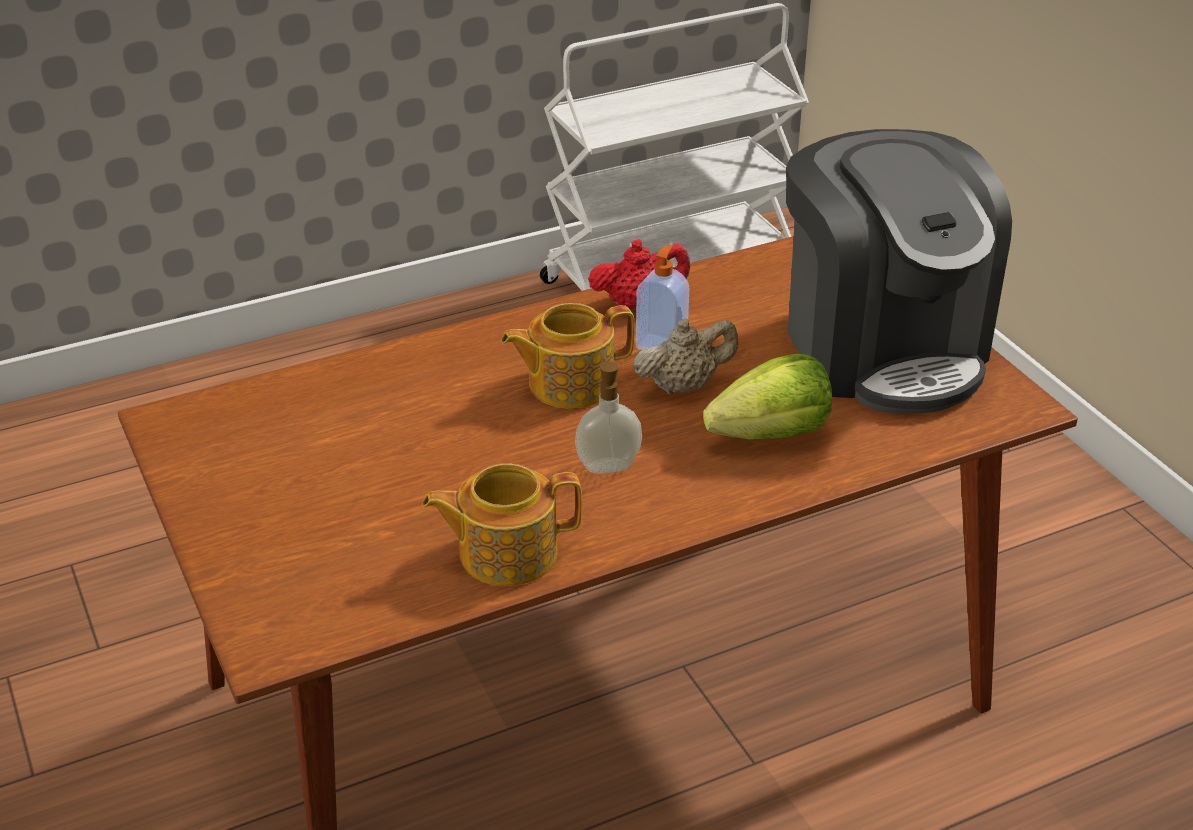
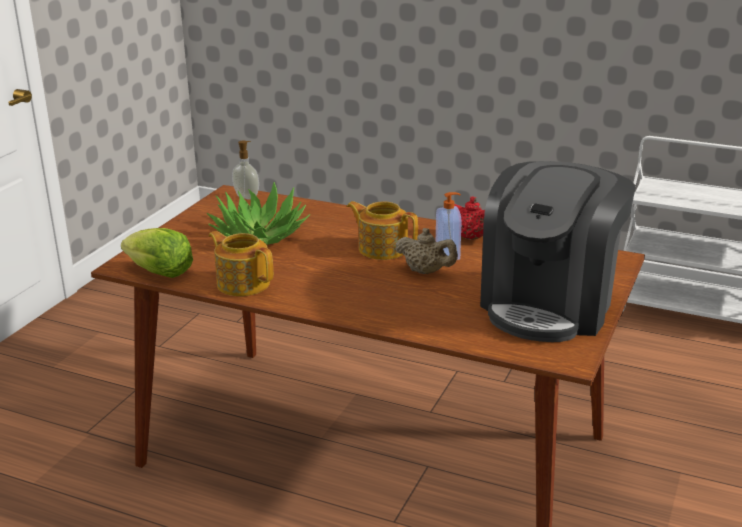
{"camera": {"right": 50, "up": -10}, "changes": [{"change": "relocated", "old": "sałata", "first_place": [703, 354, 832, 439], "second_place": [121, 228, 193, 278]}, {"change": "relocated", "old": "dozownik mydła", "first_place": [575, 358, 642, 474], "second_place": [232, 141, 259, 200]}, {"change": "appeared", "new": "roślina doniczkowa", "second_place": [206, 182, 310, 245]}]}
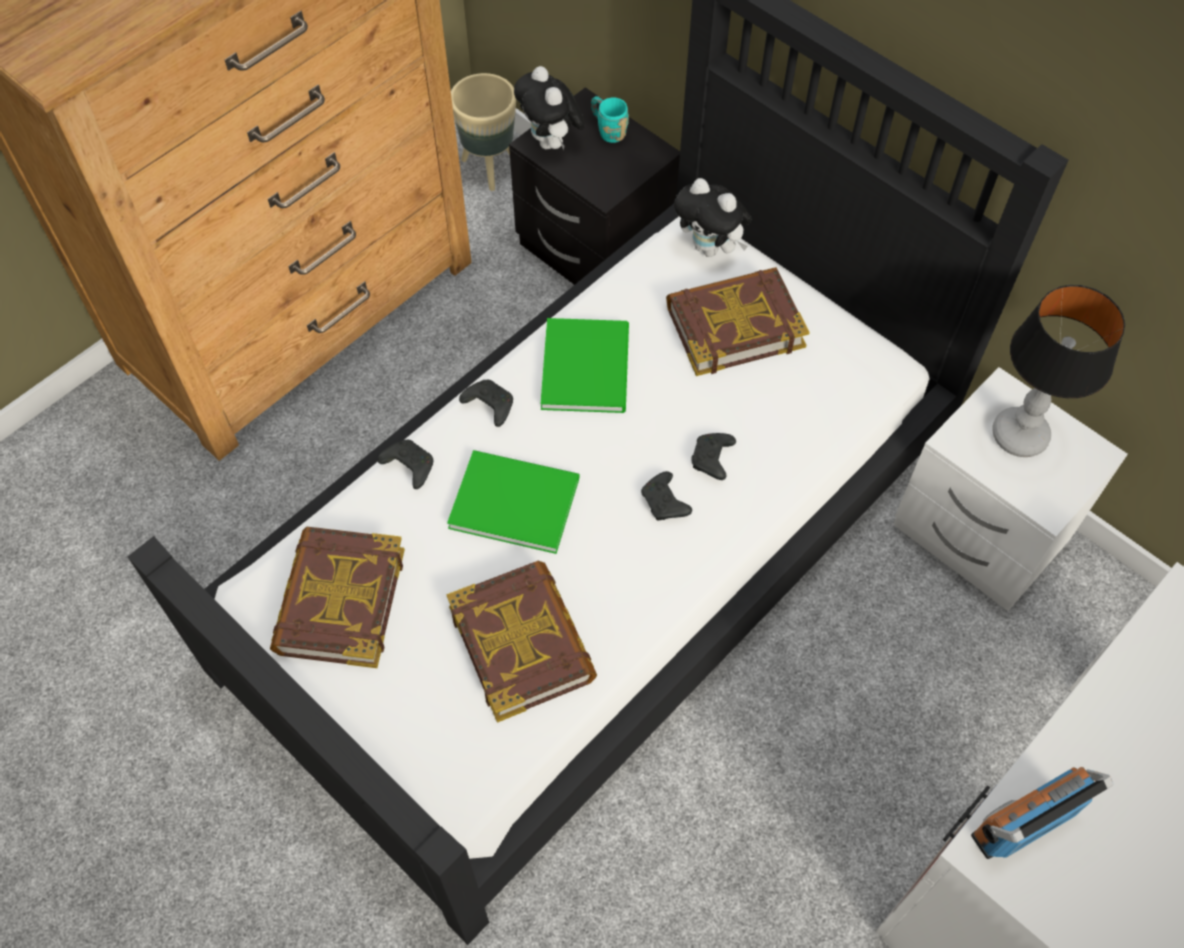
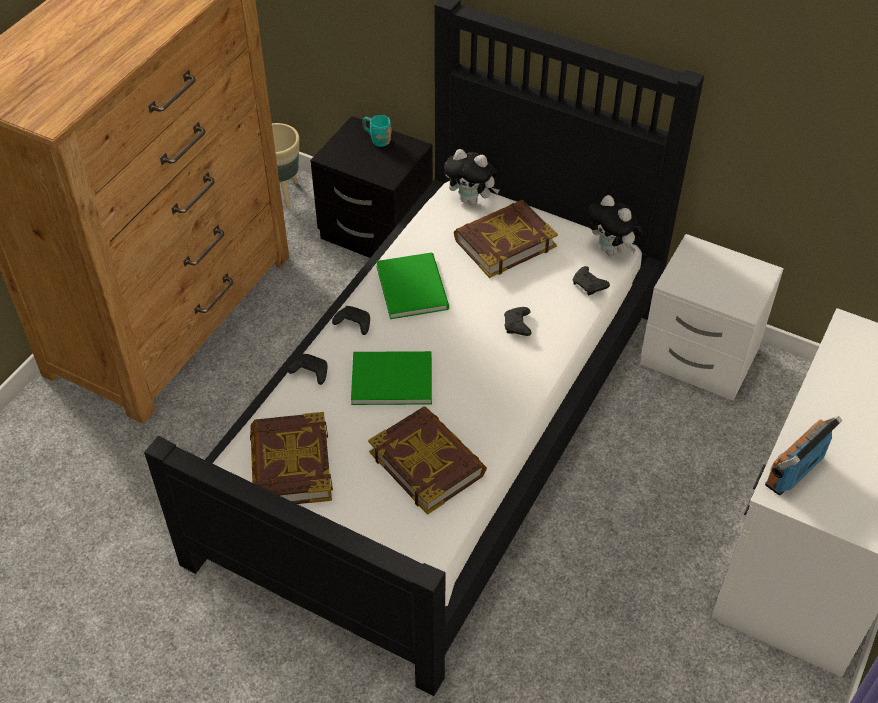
{"camera": {"right": -15, "up": -10}, "changes": [{"change": "relocated", "old": "pluszak", "first_place": [514, 66, 585, 150], "second_place": [588, 195, 644, 256]}, {"change": "missing", "old": "lampa stołowa", "first_place": [992, 285, 1125, 457]}, {"change": "relocated", "old": "pad do gier [czarny]", "first_place": [641, 471, 692, 520], "second_place": [573, 266, 610, 295]}]}
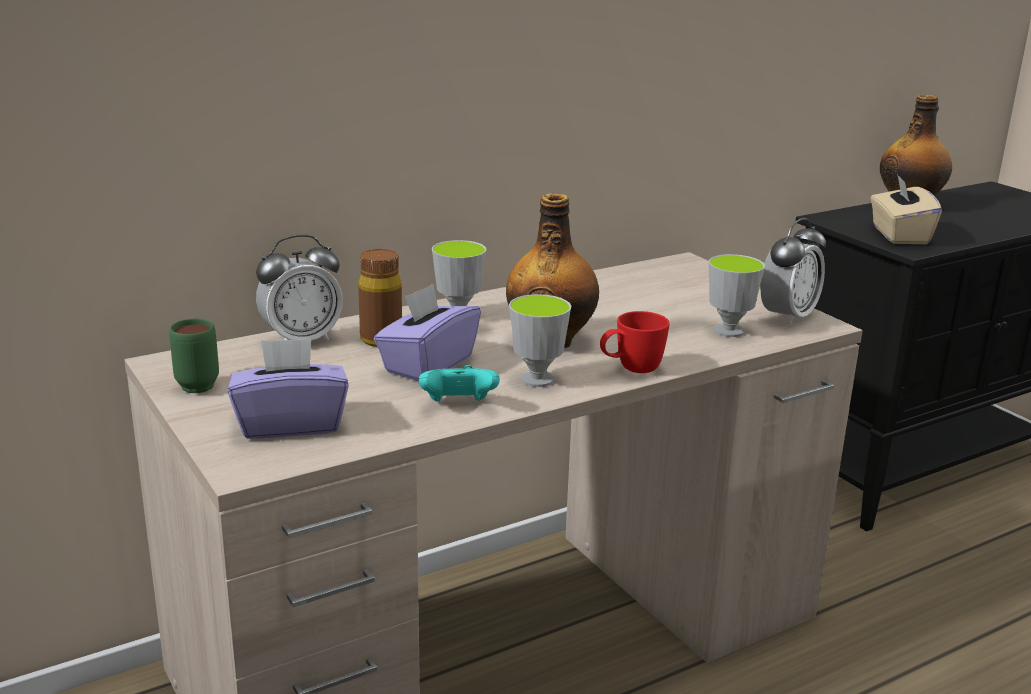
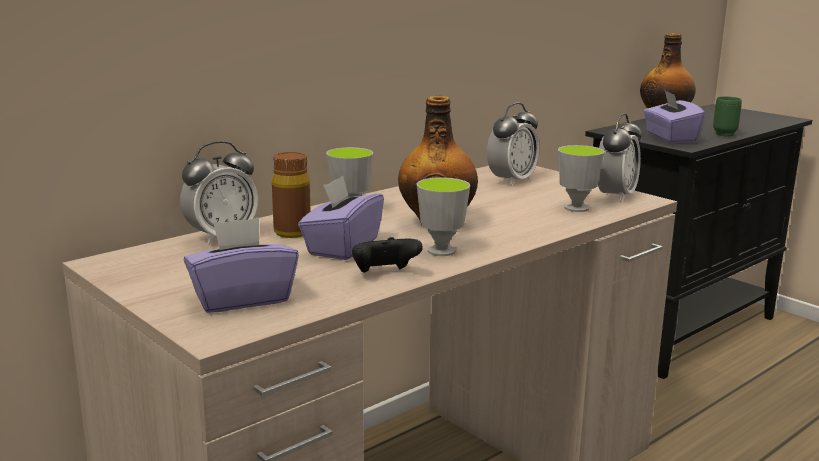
{"camera": {"right": -10, "up": -5}, "changes": [{"change": "colour", "old": "pudełko chusteczek [beżowy]", "new": "pudełko chusteczek [fioletowy]", "first_place": [871, 174, 942, 244], "second_place": [644, 91, 705, 143]}, {"change": "missing", "old": "kubek [czerwony]", "first_place": [600, 311, 670, 373]}, {"change": "relocated", "old": "kubek [zielony]", "first_place": [169, 319, 219, 393], "second_place": [713, 96, 742, 136]}, {"change": "colour", "old": "pad do gier [turkusowy]", "new": "pad do gier [czarny]", "first_place": [419, 365, 500, 401], "second_place": [352, 237, 423, 273]}, {"change": "appeared", "new": "budzik", "second_place": [487, 103, 539, 186]}]}
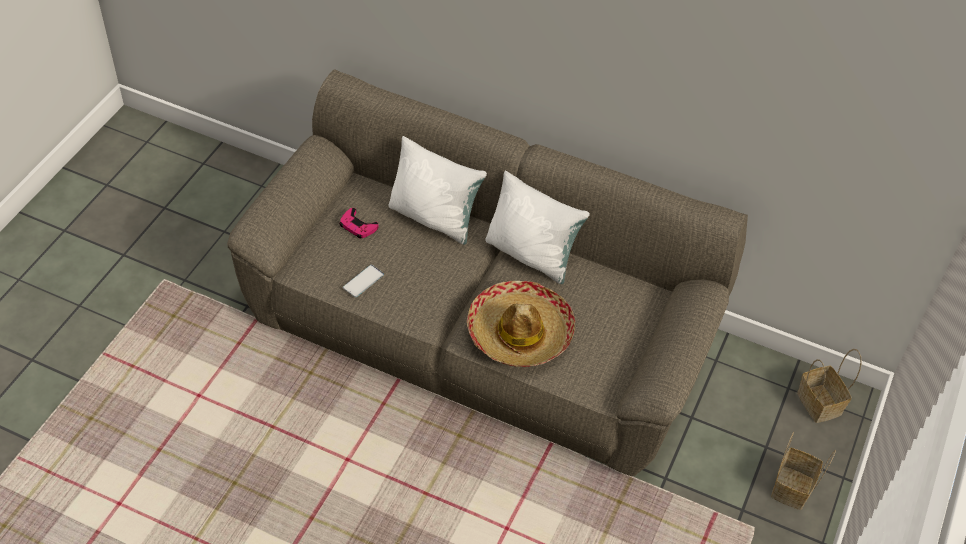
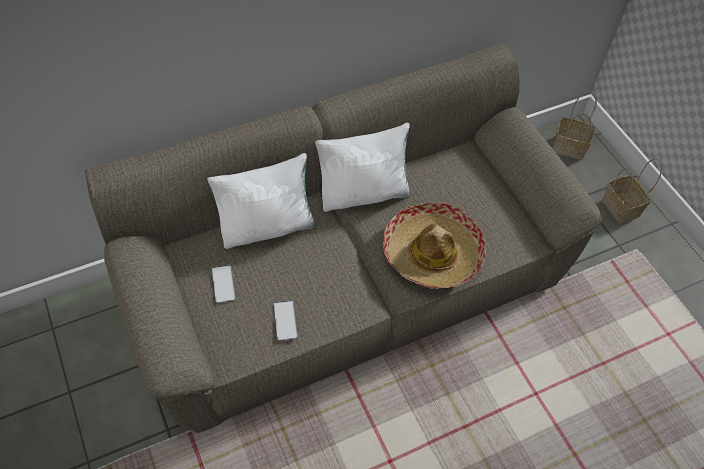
{"camera": {"right": -50, "up": 5}, "changes": [{"change": "exchanged", "old": "pad do gier [różowy]", "new": "telefon", "first_place": [339, 208, 379, 239], "second_place": [212, 265, 235, 303]}]}
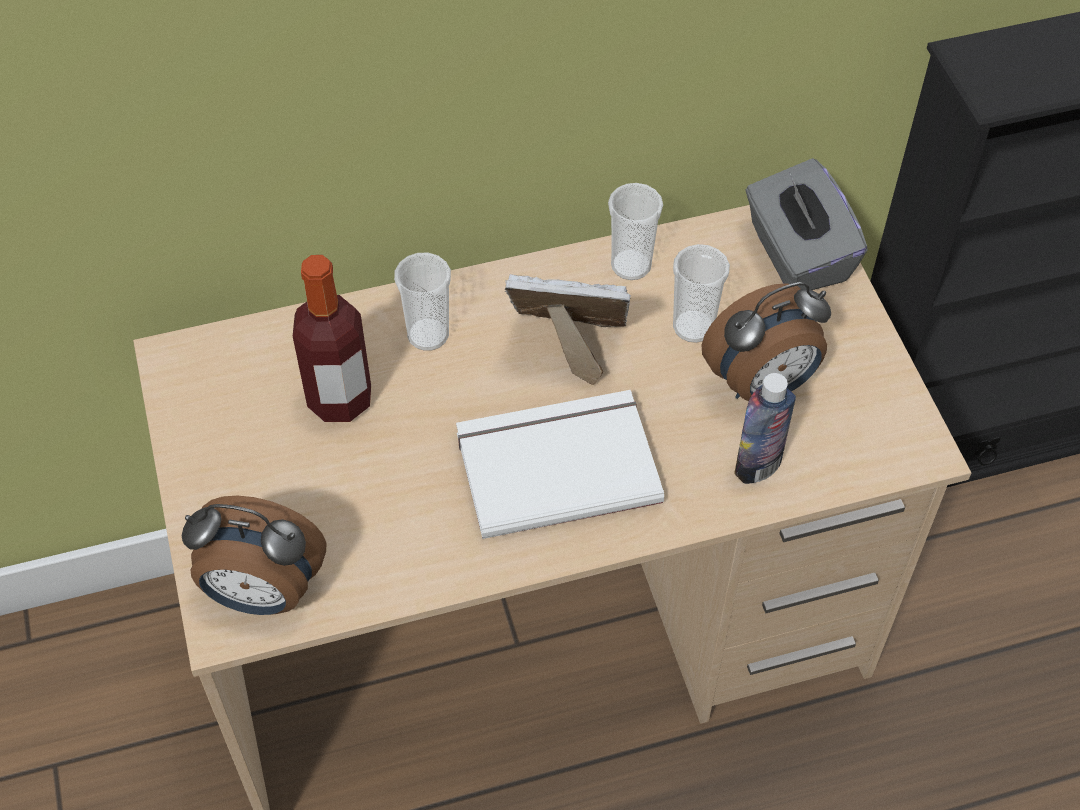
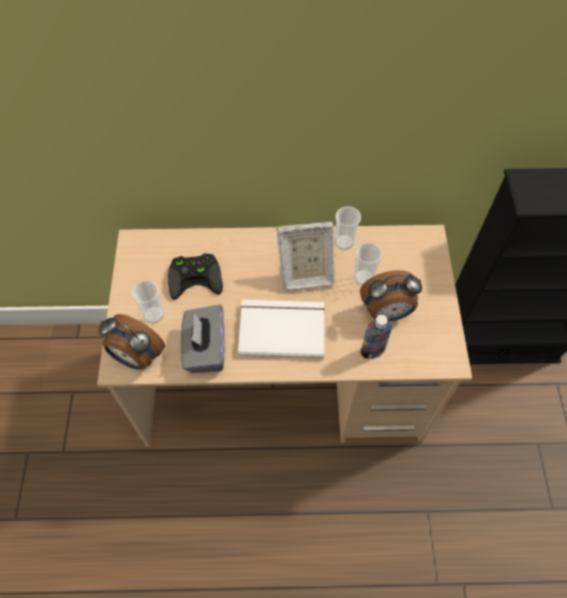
{"camera": {"right": 15, "up": 5}, "changes": [{"change": "relocated", "old": "pudełko chusteczek [szary]", "first_place": [745, 158, 868, 290], "second_place": [181, 304, 224, 373]}, {"change": "relocated", "old": "filiżanka", "first_place": [394, 253, 451, 351], "second_place": [131, 280, 164, 323]}, {"change": "exchanged", "old": "butelka", "new": "pad do gier [czarny]", "first_place": [293, 255, 371, 422], "second_place": [168, 253, 223, 300]}, {"change": "spun", "old": "ramka na zdjęcie", "first_place": [505, 274, 631, 385], "second_place": [276, 222, 335, 290], "degrees": 150}]}
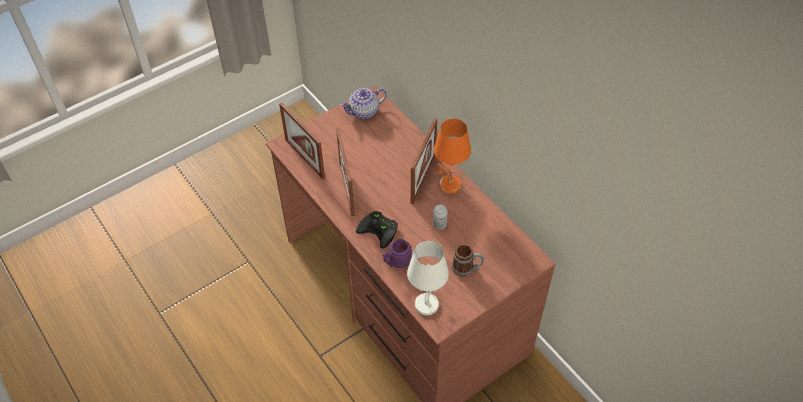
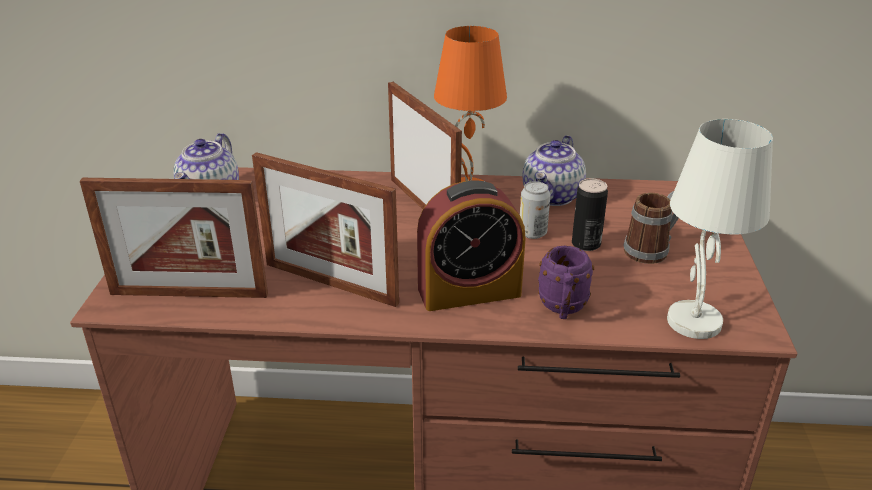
{"camera": {"right": -50, "up": -20}, "changes": [{"change": "exchanged", "old": "pad do gier [czarny]", "new": "budzik", "first_place": [356, 211, 398, 248], "second_place": [417, 180, 526, 311]}, {"change": "appeared", "new": "imbryk", "second_place": [522, 135, 586, 206]}, {"change": "appeared", "new": "puszka", "second_place": [572, 178, 608, 251]}]}
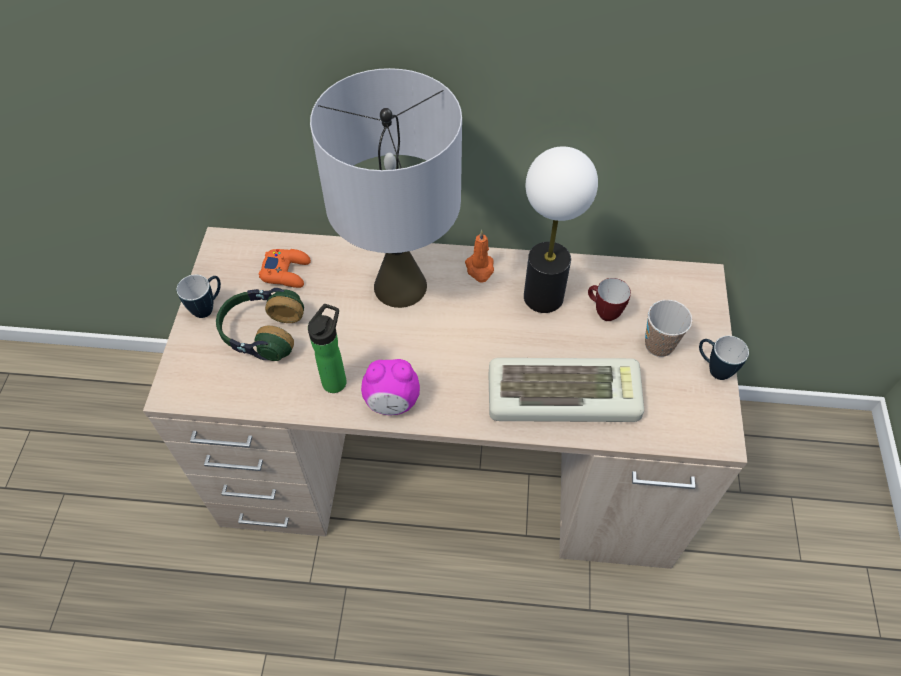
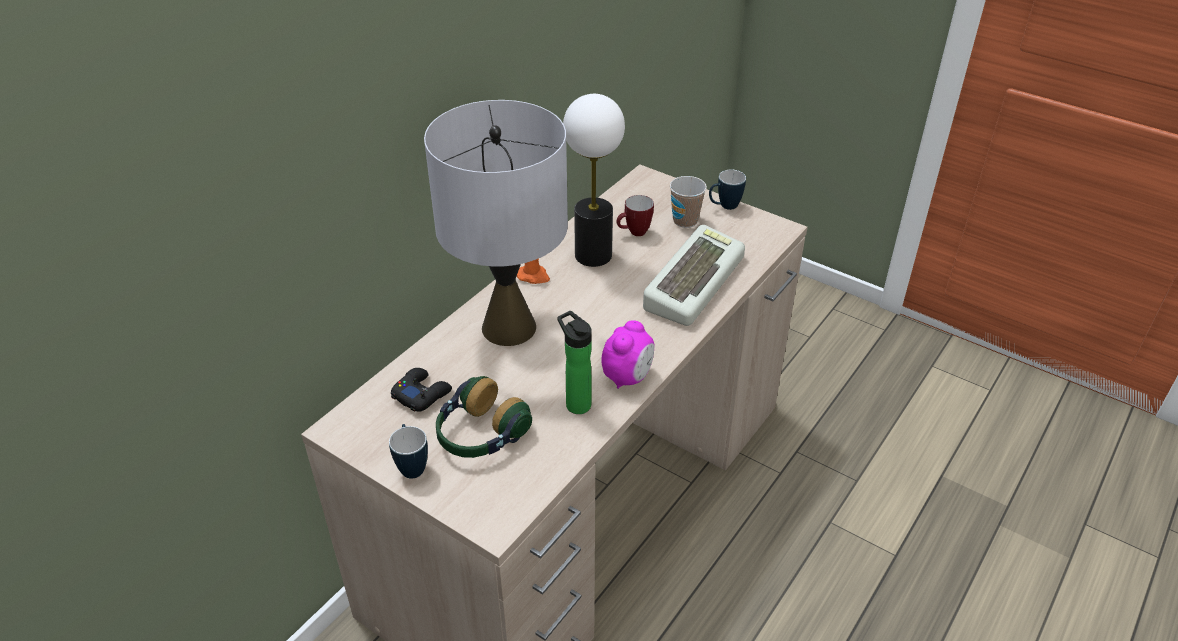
{"camera": {"right": -60, "up": -15}, "changes": [{"change": "colour", "old": "pad do gier [pomarańczowy]", "new": "pad do gier [czarny]", "first_place": [259, 249, 311, 288], "second_place": [391, 368, 452, 412]}]}
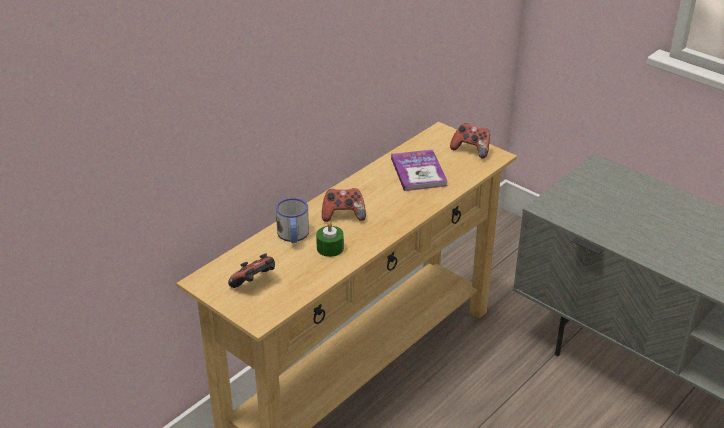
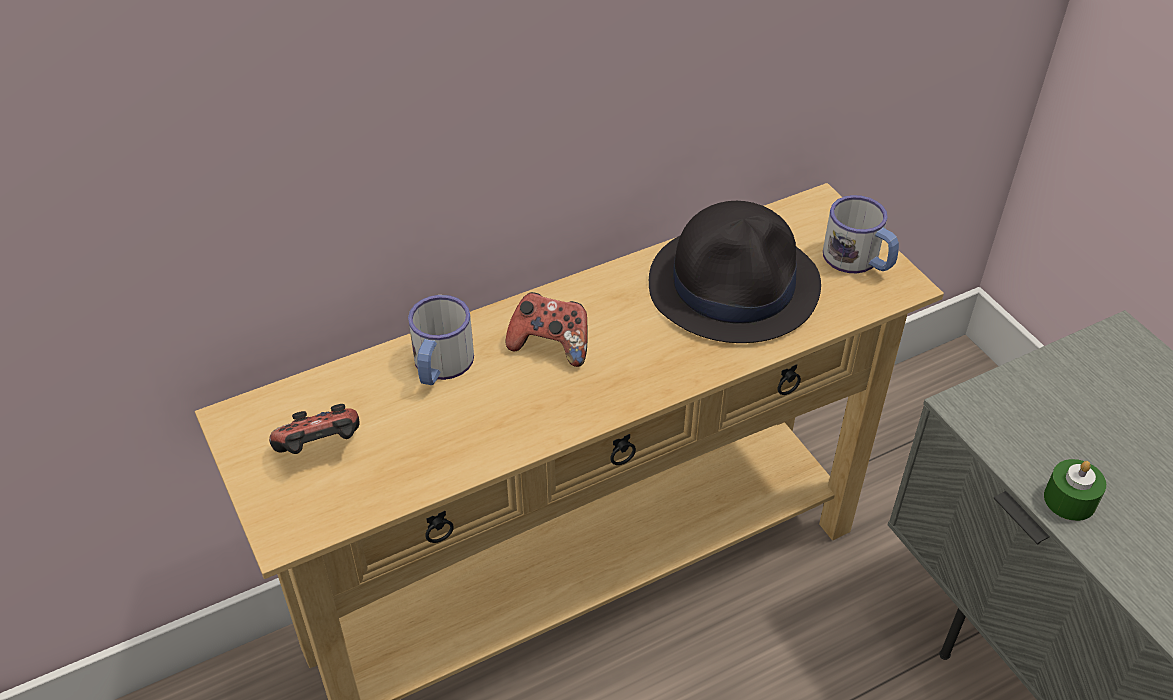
{"camera": {"right": 20, "up": 10}, "changes": [{"change": "exchanged", "old": "pad do gier", "new": "kubek", "first_place": [450, 123, 490, 159], "second_place": [823, 195, 899, 273]}, {"change": "exchanged", "old": "książka", "new": "kapelusz [czarny]", "first_place": [391, 150, 448, 191], "second_place": [649, 201, 821, 343]}, {"change": "relocated", "old": "świeca [zielony]", "first_place": [316, 222, 344, 257], "second_place": [1044, 459, 1106, 521]}]}
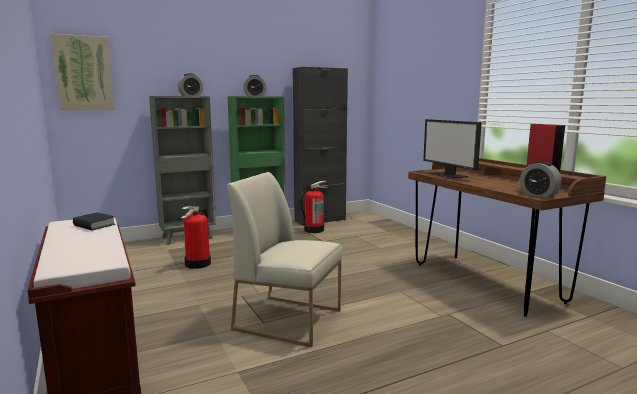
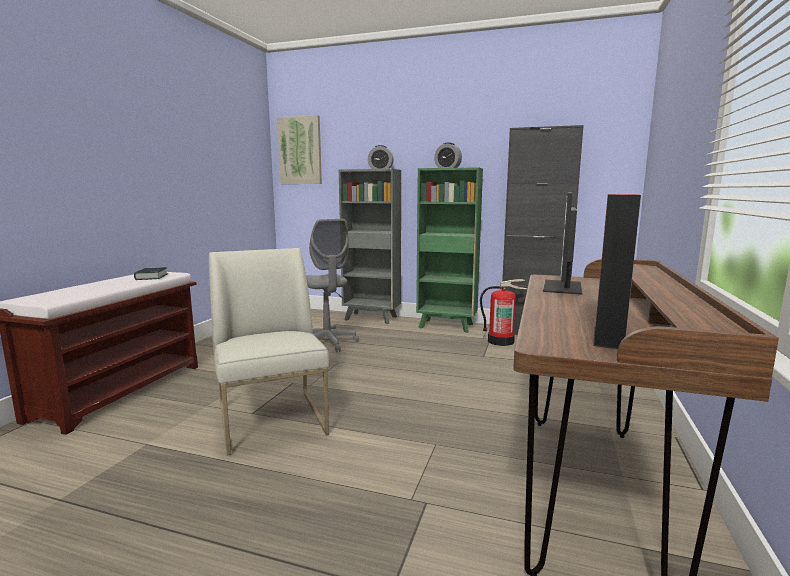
{"camera": {"right": 45, "up": 0}, "changes": [{"change": "missing", "old": "budzik", "first_place": [520, 161, 562, 198]}, {"change": "exchanged", "old": "gaśnica", "new": "krzesło biurowe [szary]", "first_place": [181, 206, 211, 269], "second_place": [306, 219, 359, 352]}]}
